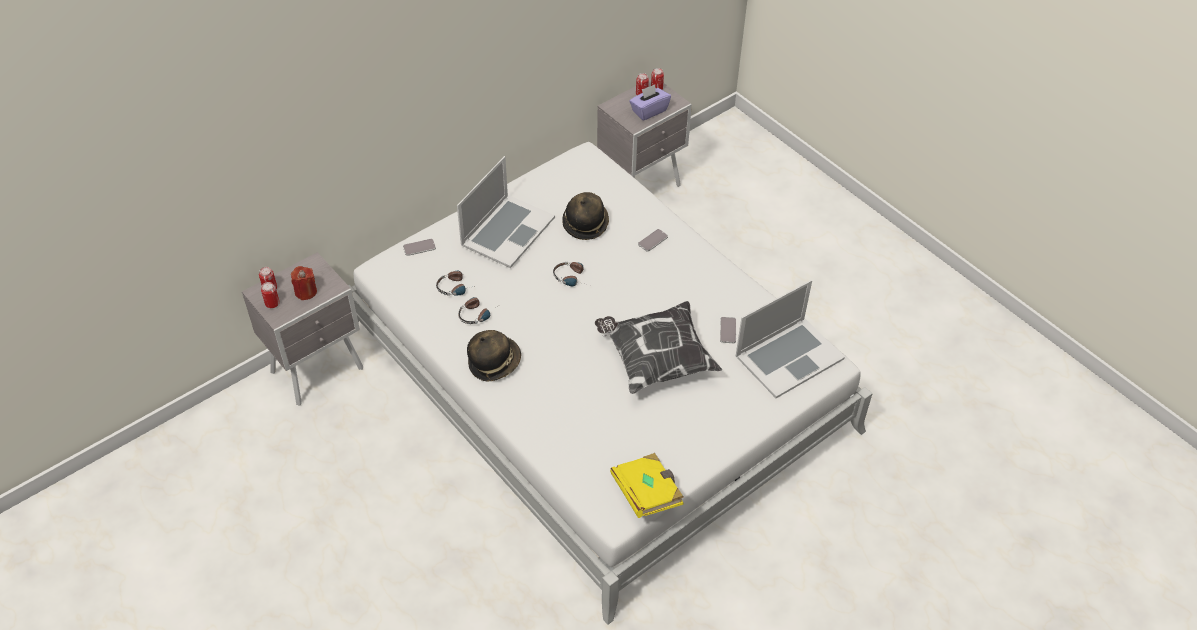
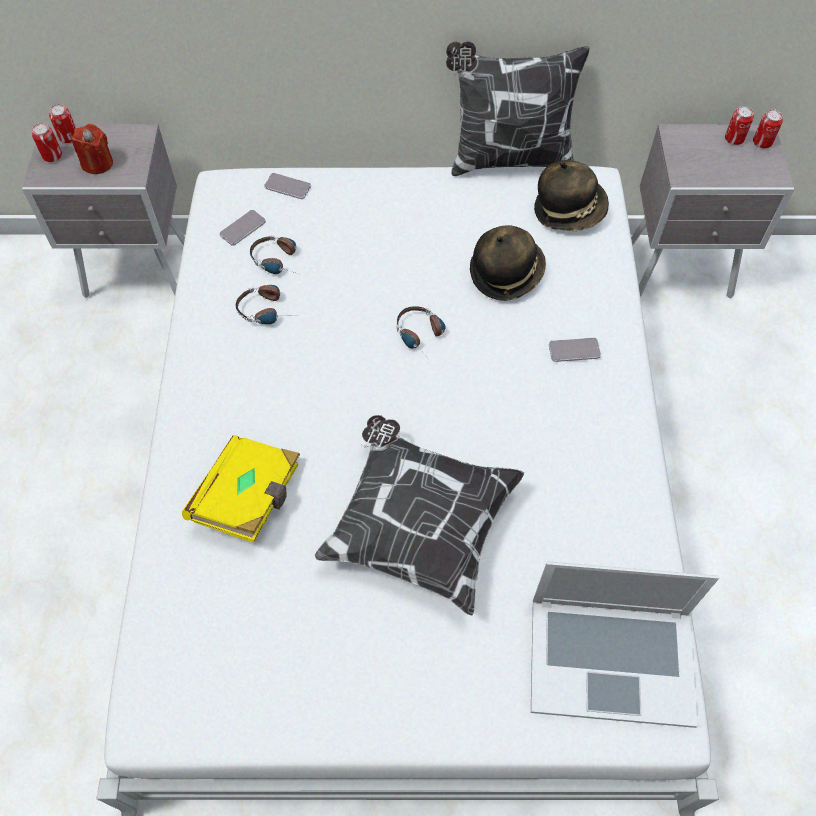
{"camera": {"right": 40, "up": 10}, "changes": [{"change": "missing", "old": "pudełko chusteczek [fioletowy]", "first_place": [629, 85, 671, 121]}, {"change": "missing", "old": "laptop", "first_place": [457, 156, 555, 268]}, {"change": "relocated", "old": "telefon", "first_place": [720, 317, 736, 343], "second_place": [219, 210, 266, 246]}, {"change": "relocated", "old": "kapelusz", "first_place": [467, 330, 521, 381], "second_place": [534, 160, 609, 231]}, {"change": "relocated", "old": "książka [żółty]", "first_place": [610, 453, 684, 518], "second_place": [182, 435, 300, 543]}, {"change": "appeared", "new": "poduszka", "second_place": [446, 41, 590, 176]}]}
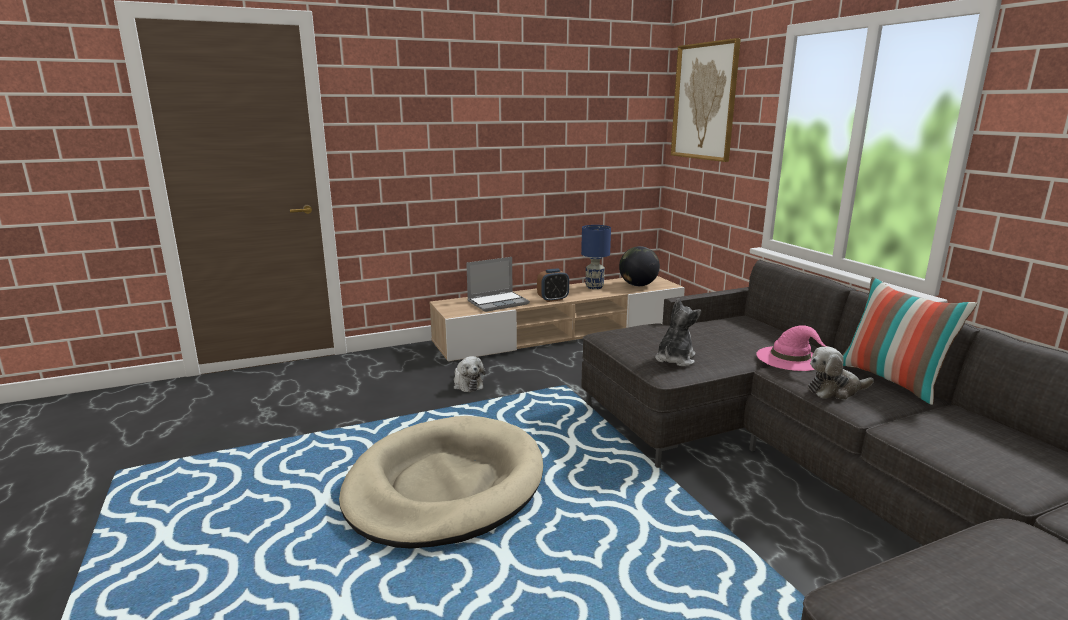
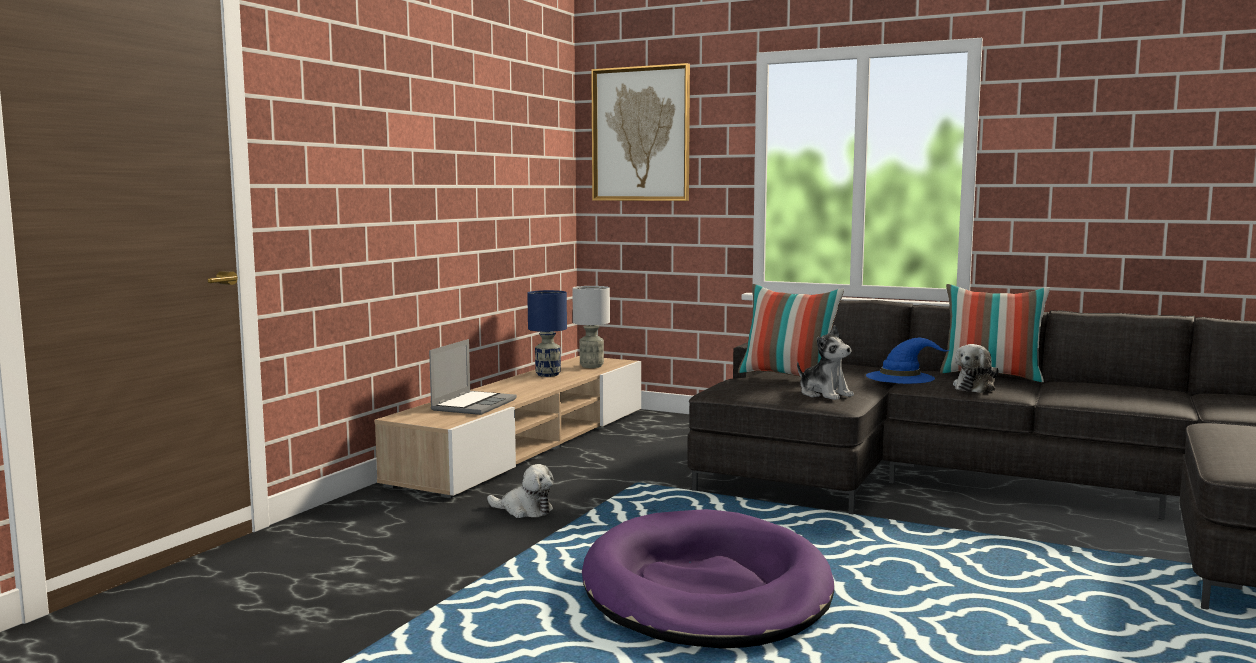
{"camera": {"right": -40, "up": -10}, "changes": [{"change": "exchanged", "old": "globus", "new": "lampa stołowa [szary]", "first_place": [619, 246, 660, 286], "second_place": [572, 286, 610, 368]}, {"change": "missing", "old": "budzik", "first_place": [537, 269, 569, 302]}, {"change": "spun", "old": "pluszak", "first_place": [655, 298, 701, 366], "second_place": [797, 325, 854, 400], "degrees": 150}, {"change": "colour", "old": "kapelusz [różowy]", "new": "kapelusz [niebieski]", "first_place": [756, 325, 828, 371], "second_place": [866, 338, 950, 384]}, {"change": "colour", "old": "legowisko [beżowy]", "new": "legowisko [fioletowy]", "first_place": [339, 416, 543, 549], "second_place": [582, 509, 834, 649]}, {"change": "appeared", "new": "poduszka", "second_place": [738, 284, 844, 377]}]}
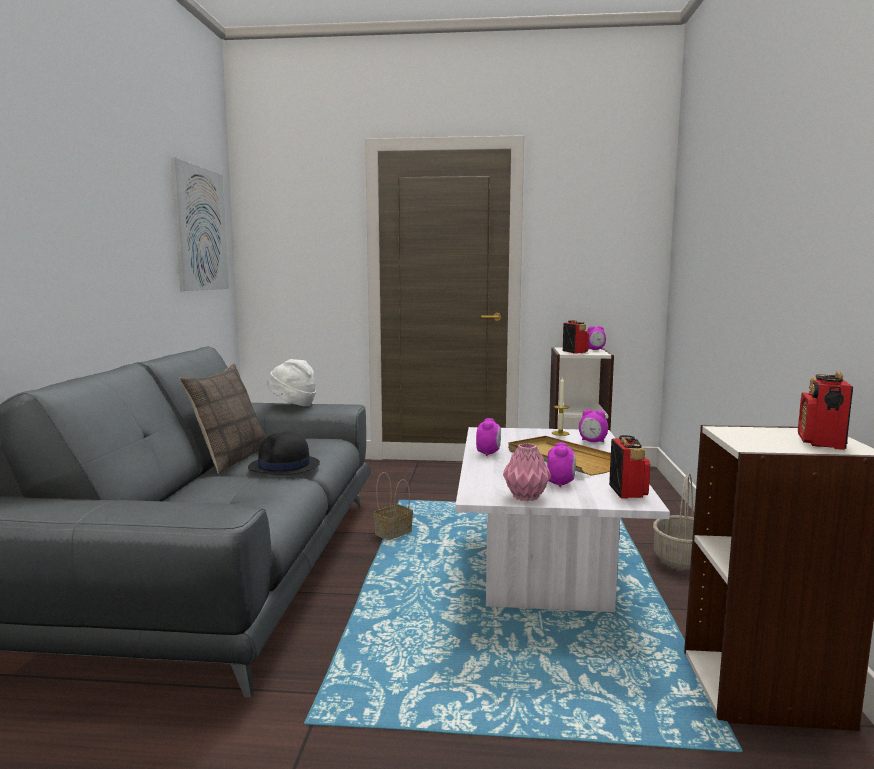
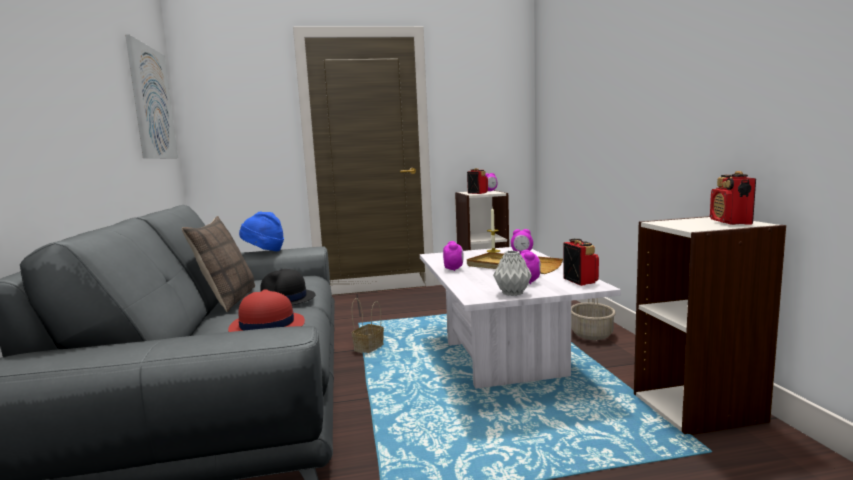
{"camera": {"right": -15, "up": 0}, "changes": [{"change": "colour", "old": "kapelusz [biały]", "new": "kapelusz [niebieski]", "first_place": [267, 359, 316, 406], "second_place": [239, 212, 284, 251]}, {"change": "colour", "old": "wazon [różowy]", "new": "wazon [szary]", "first_place": [503, 443, 551, 501], "second_place": [493, 250, 532, 296]}, {"change": "appeared", "new": "kapelusz [czerwony]", "second_place": [228, 289, 305, 332]}]}
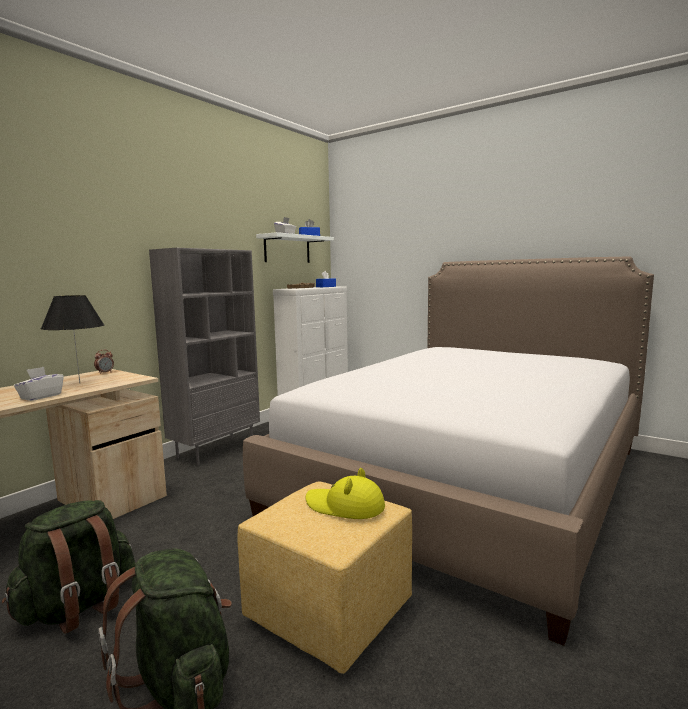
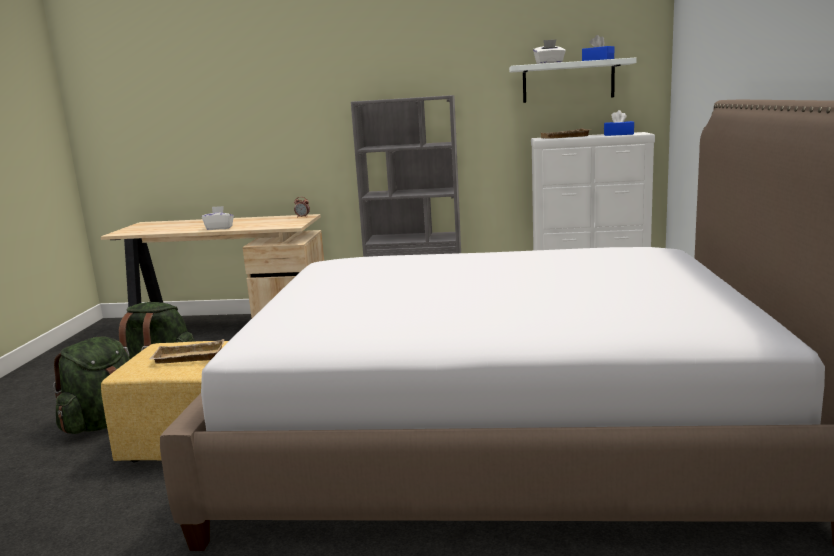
{"camera": {"right": 60, "up": 5}, "changes": [{"change": "missing", "old": "lampa stołowa [czarny]", "first_place": [41, 295, 104, 383]}, {"change": "exchanged", "old": "kapelusz [żółty]", "new": "taca [beżowy]", "first_place": [305, 468, 385, 519], "second_place": [149, 339, 225, 364]}]}
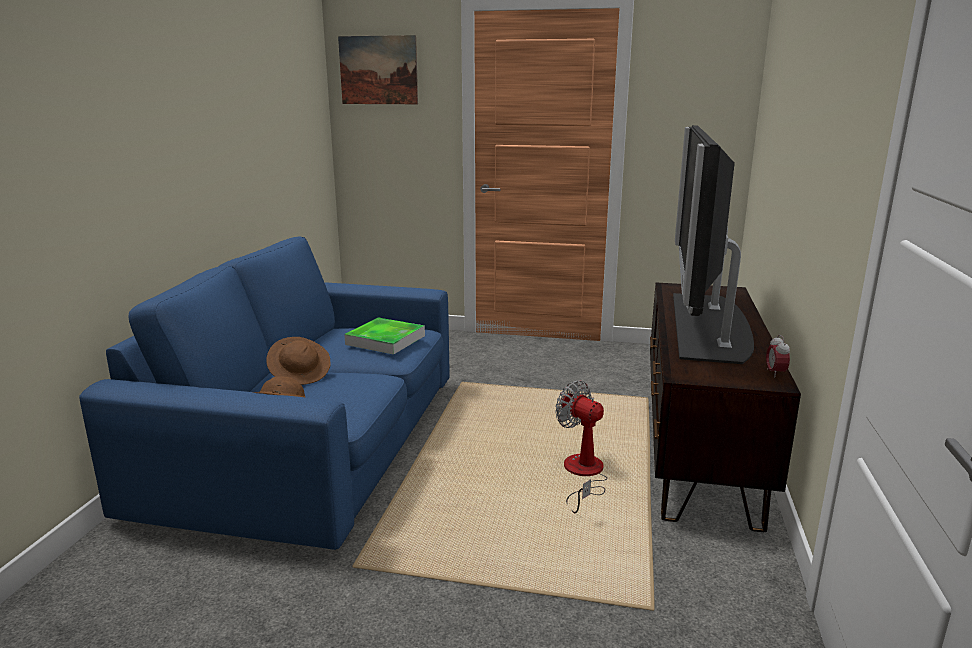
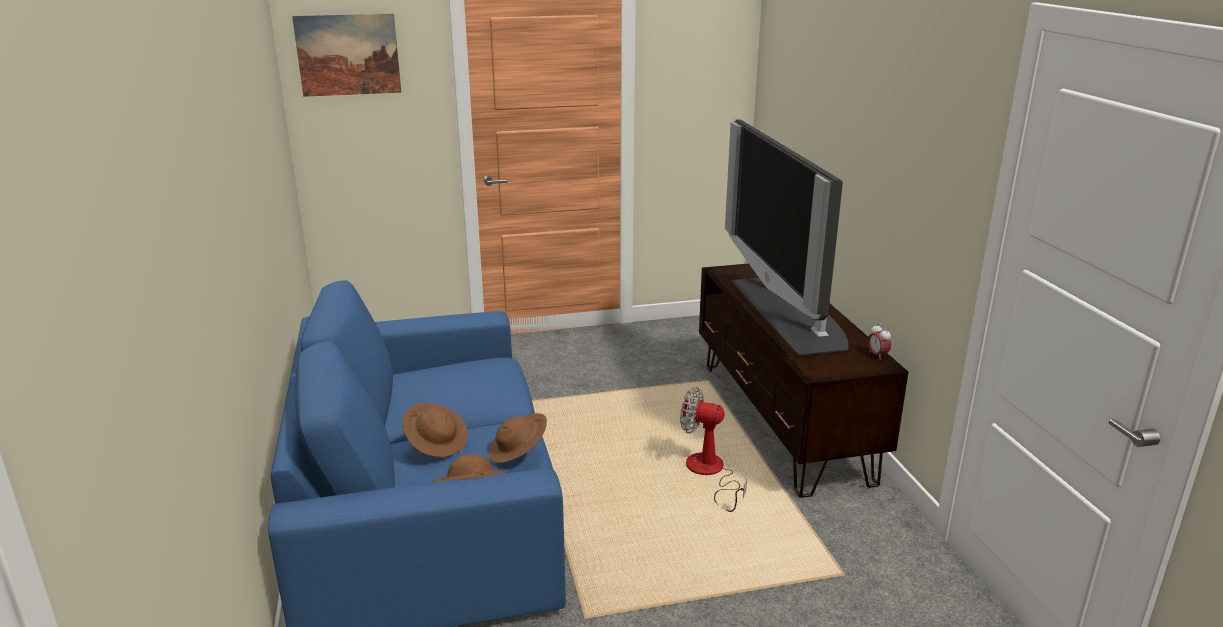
{"camera": {"right": -25, "up": 5}, "changes": [{"change": "missing", "old": "taca", "first_place": [344, 317, 425, 355]}, {"change": "appeared", "new": "kapelusz [brązowy]", "second_place": [489, 413, 547, 463]}]}
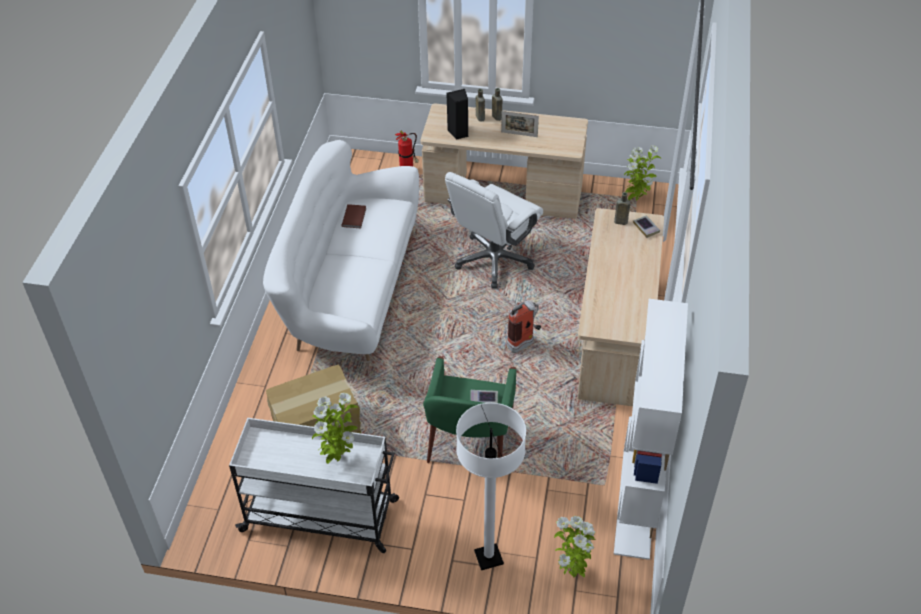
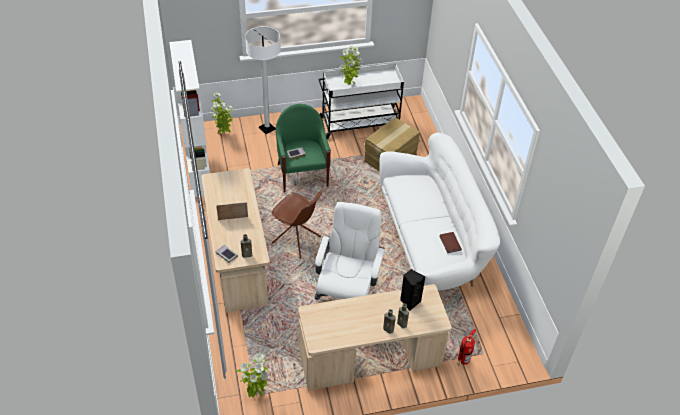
{"camera": {"right": 155, "up": 0}, "changes": [{"change": "relocated", "old": "ramka na zdjęcie", "first_place": [501, 111, 539, 137], "second_place": [216, 202, 248, 220]}, {"change": "exchanged", "old": "gaśnica", "new": "krzesło [brązowy]", "first_place": [506, 300, 541, 353], "second_place": [271, 191, 322, 259]}]}
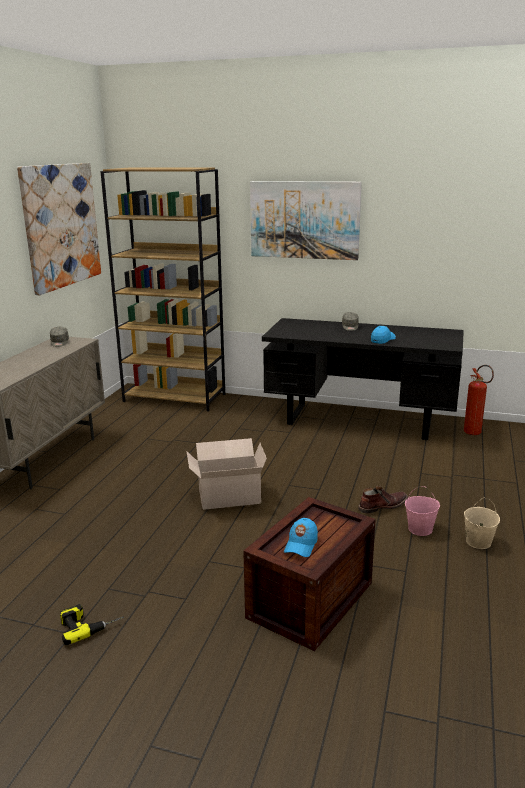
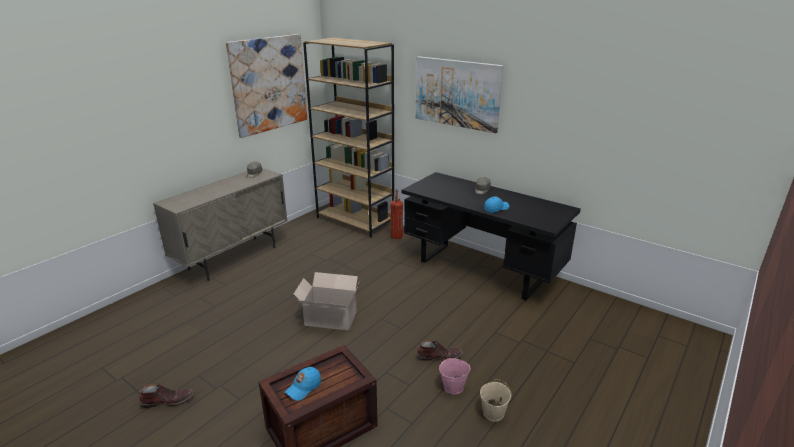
{"camera": {"right": 20, "up": 5}, "changes": [{"change": "relocated", "old": "gaśnica", "first_place": [464, 365, 494, 435], "second_place": [390, 189, 403, 239]}, {"change": "exchanged", "old": "wiertarka", "new": "but z cholewką [brązowy]", "first_place": [60, 604, 124, 645], "second_place": [139, 383, 194, 408]}]}
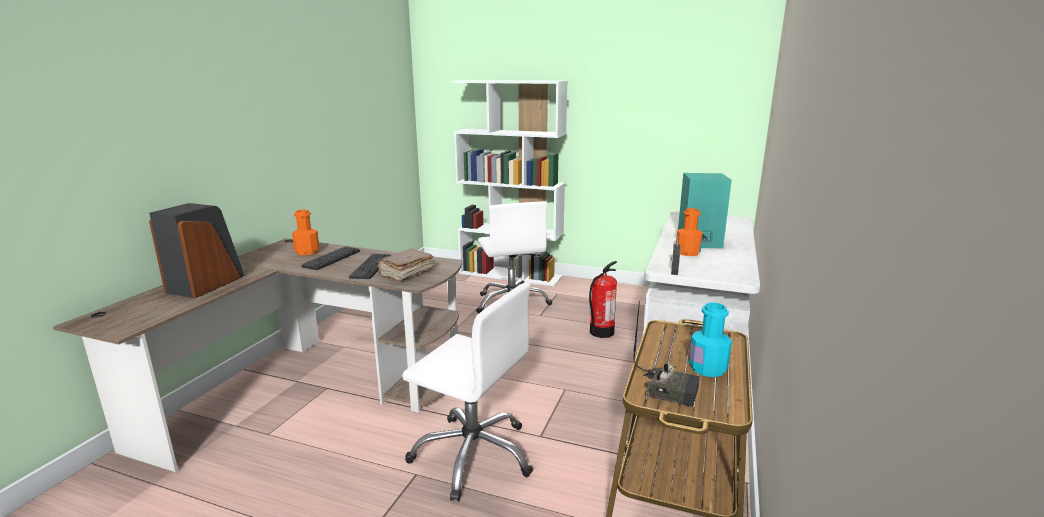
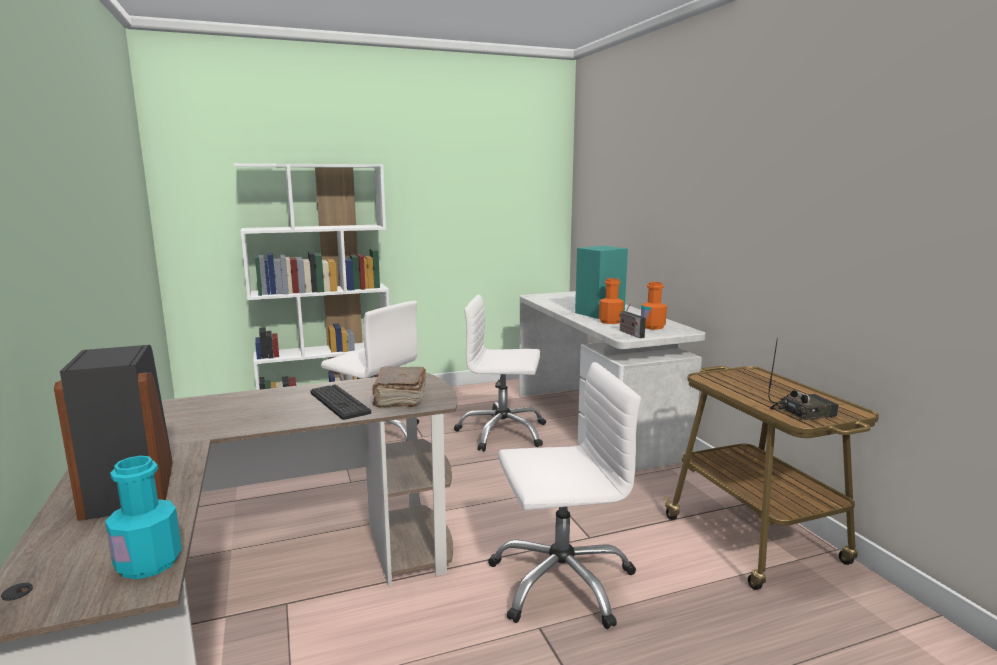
{"camera": {"right": -40, "up": -5}, "changes": [{"change": "relocated", "old": "butelka [pomarańczowy]", "first_place": [292, 210, 319, 255], "second_place": [641, 282, 667, 330]}, {"change": "missing", "old": "klawiatura", "first_place": [301, 246, 360, 270]}, {"change": "exchanged", "old": "gaśnica", "new": "krzesło biurowe [biały]", "first_place": [589, 261, 617, 338], "second_place": [454, 295, 546, 451]}, {"change": "relocated", "old": "butelka [turkusowy]", "first_place": [689, 302, 732, 377], "second_place": [105, 456, 182, 579]}]}
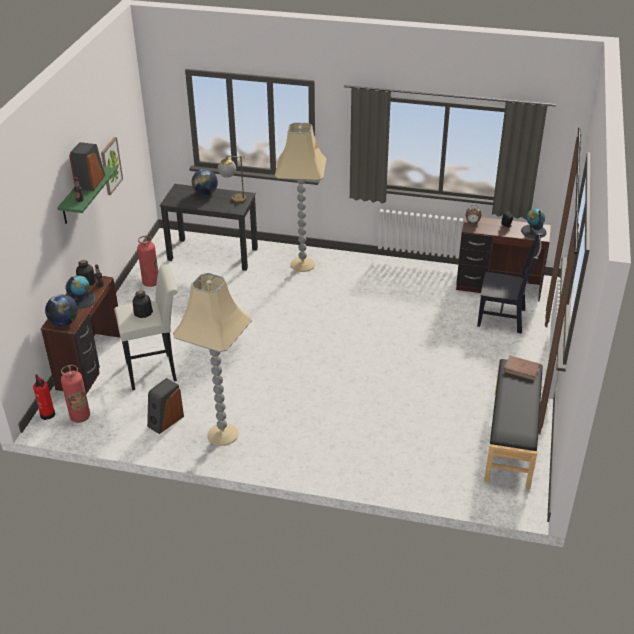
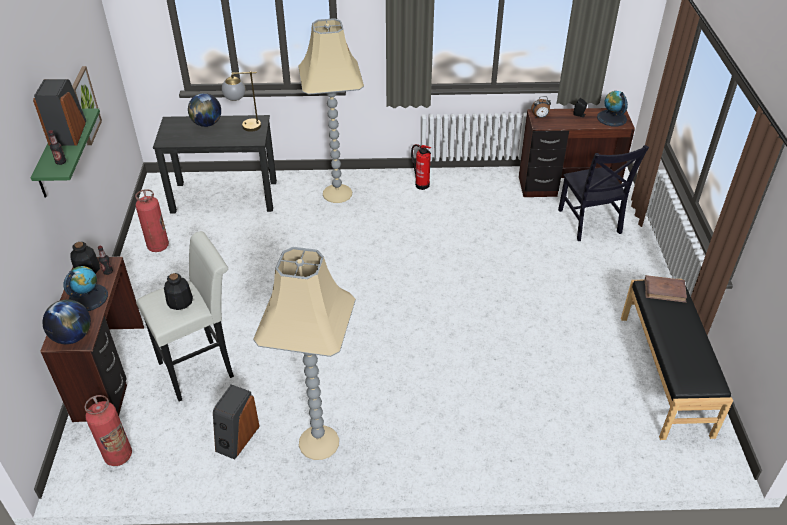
{"camera": {"right": -15, "up": 5}, "changes": [{"change": "spun", "old": "krzesło [czarny]", "first_place": [477, 233, 542, 334], "second_place": [558, 145, 649, 241], "degrees": 75}, {"change": "relocated", "old": "gaśnica", "first_place": [33, 374, 55, 420], "second_place": [411, 144, 431, 190]}]}
